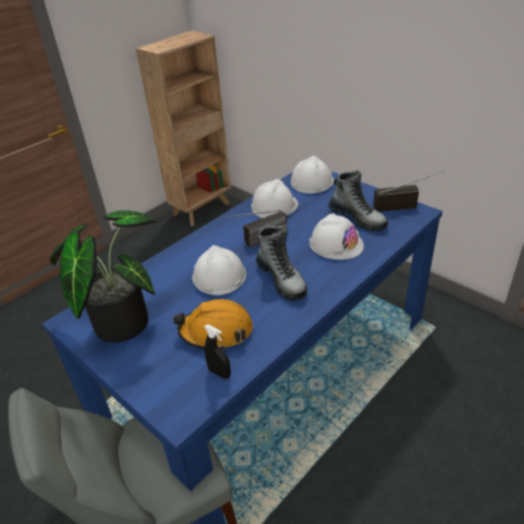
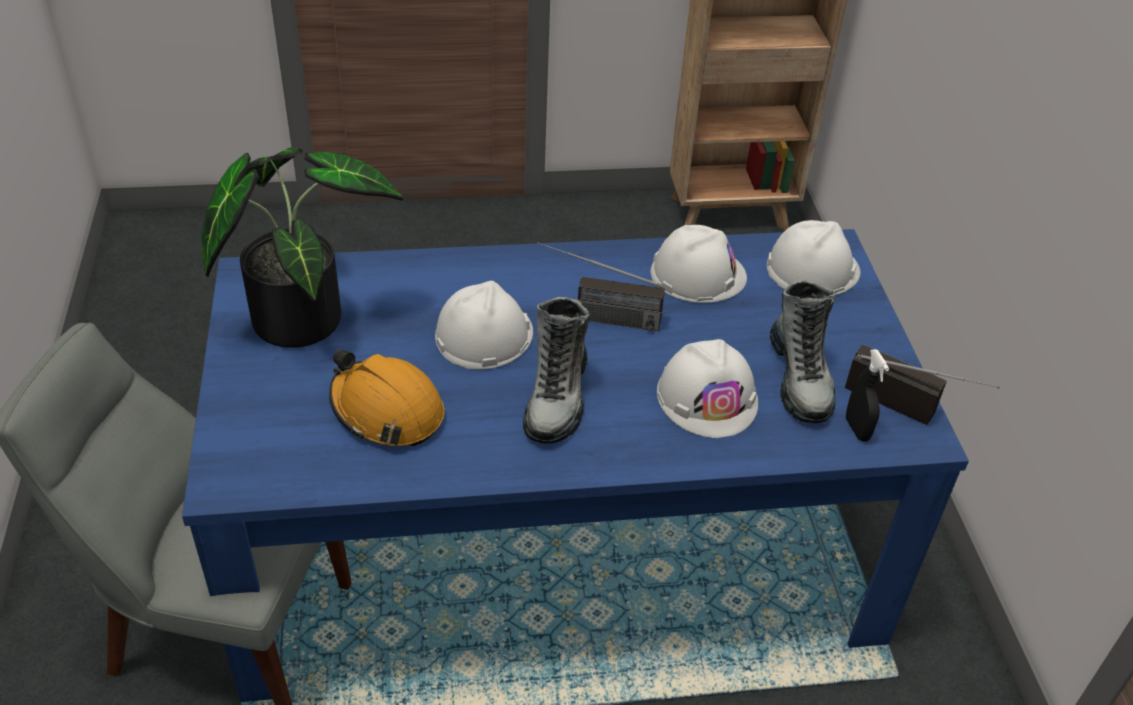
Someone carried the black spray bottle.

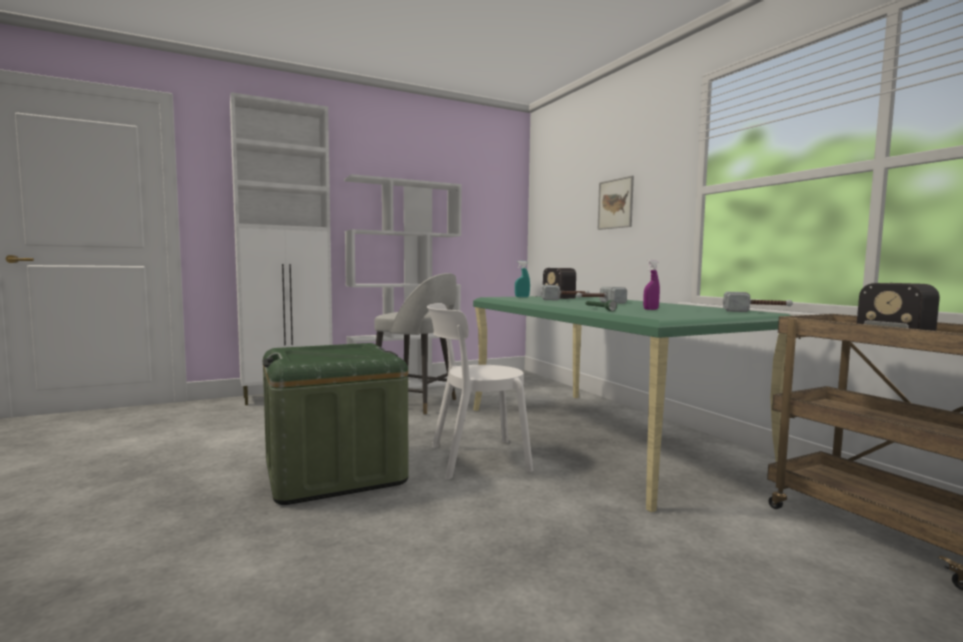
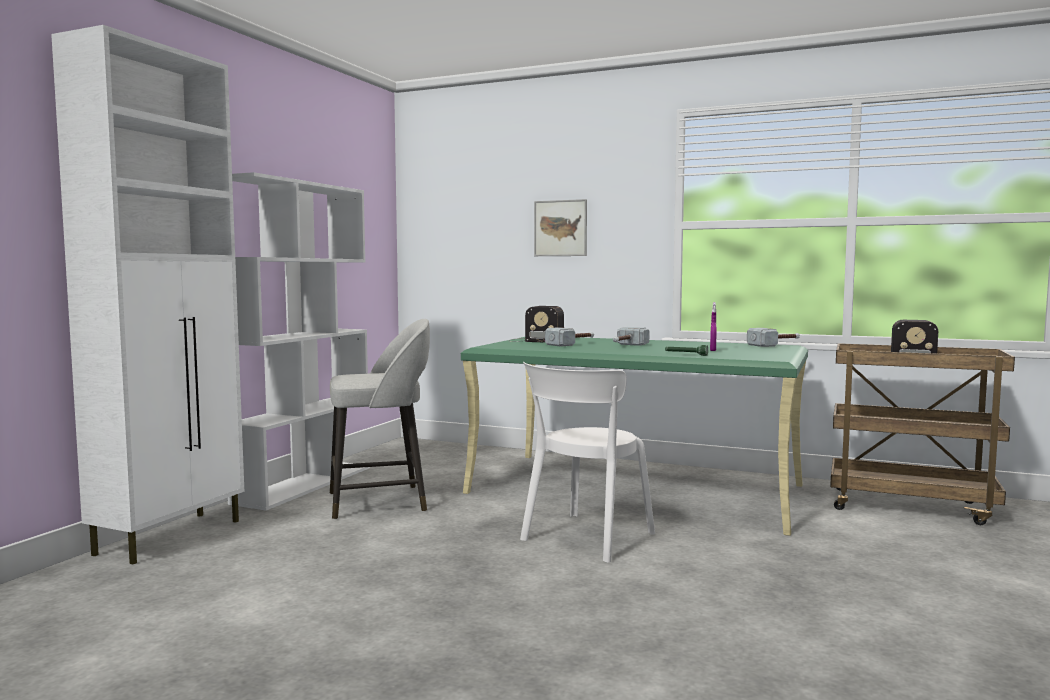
Someone took away the green storage box.
Someone took away the turquoise spray bottle.

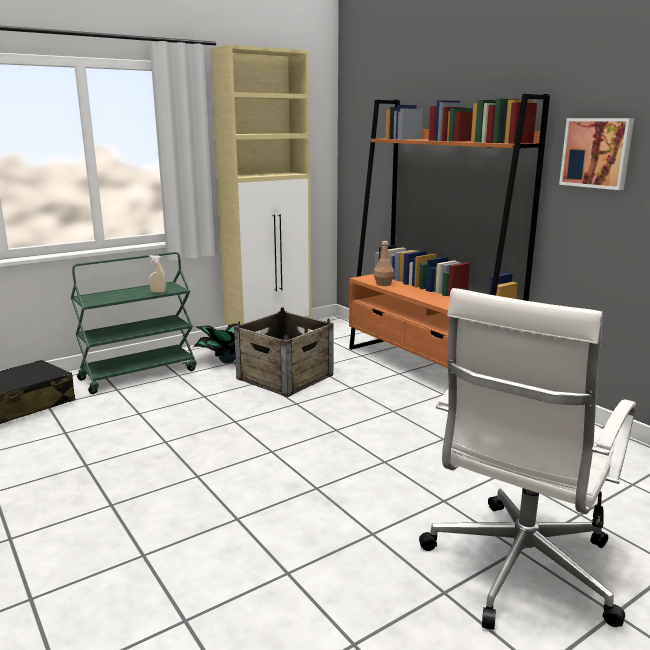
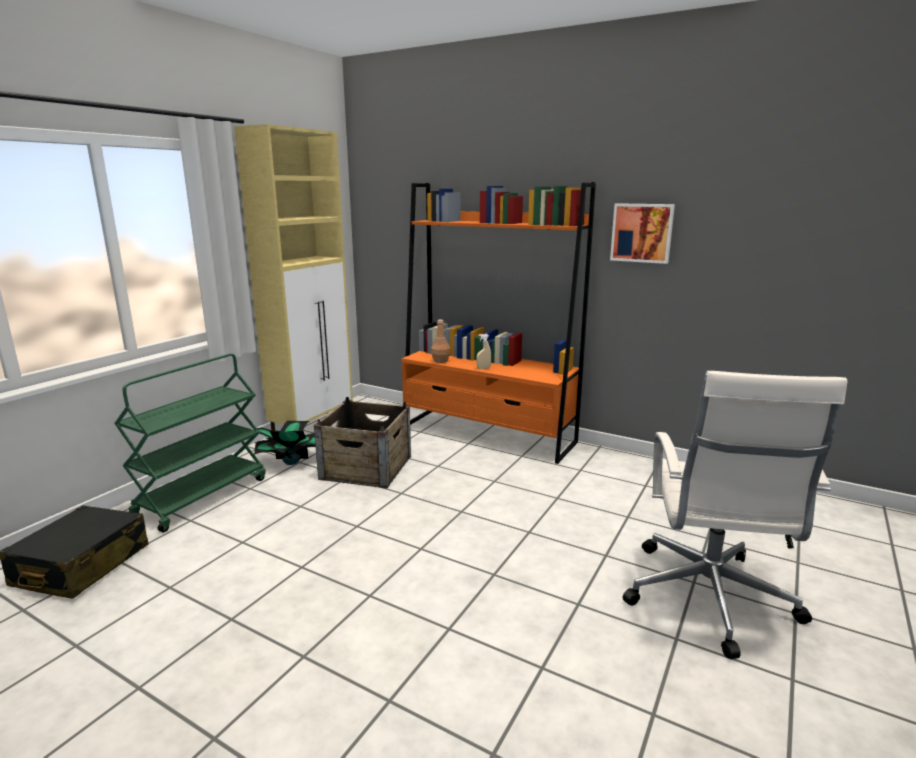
Someone carried the beige spray bottle.

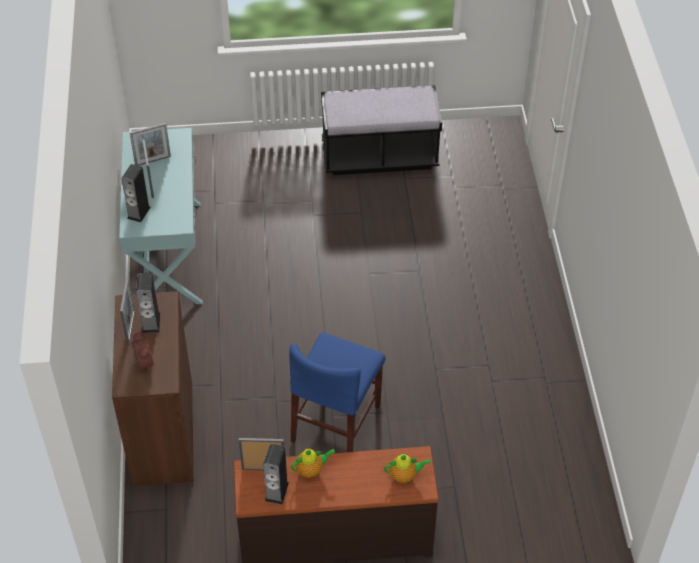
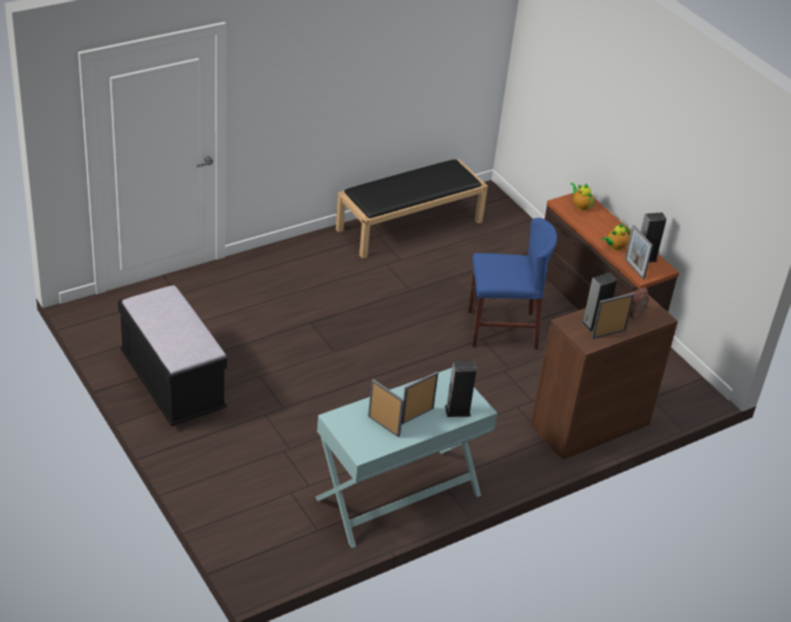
Someone rotated the teapot (no. 1 from left in the first image) by 75 degrees counterclockwise.
Someone put down the black bench (no. 2 from left).

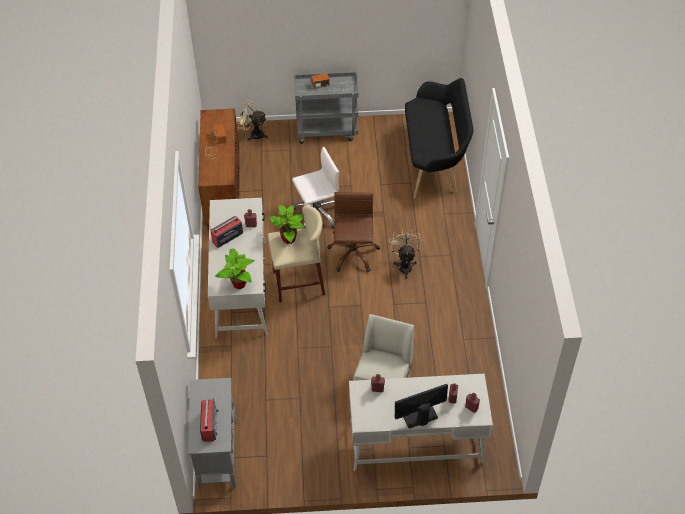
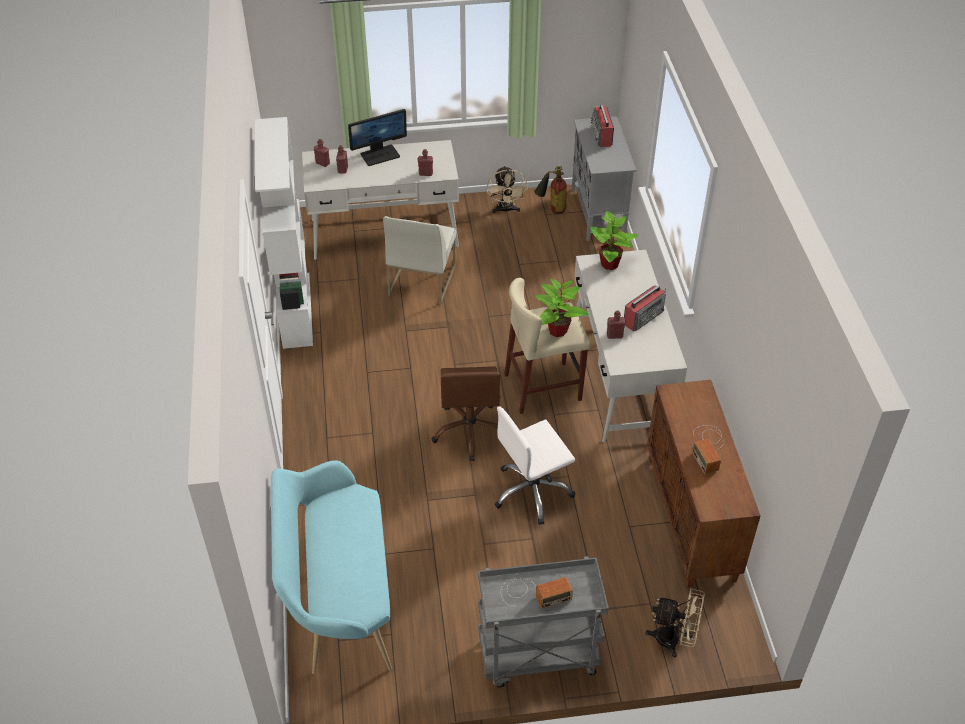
Someone carried the beige fan (no. 2 from left in the first image).
Someone repainted the black bench, which became the turquoise bench.
Someone put down the white bookcase.
Someone put down the fire extinguisher.

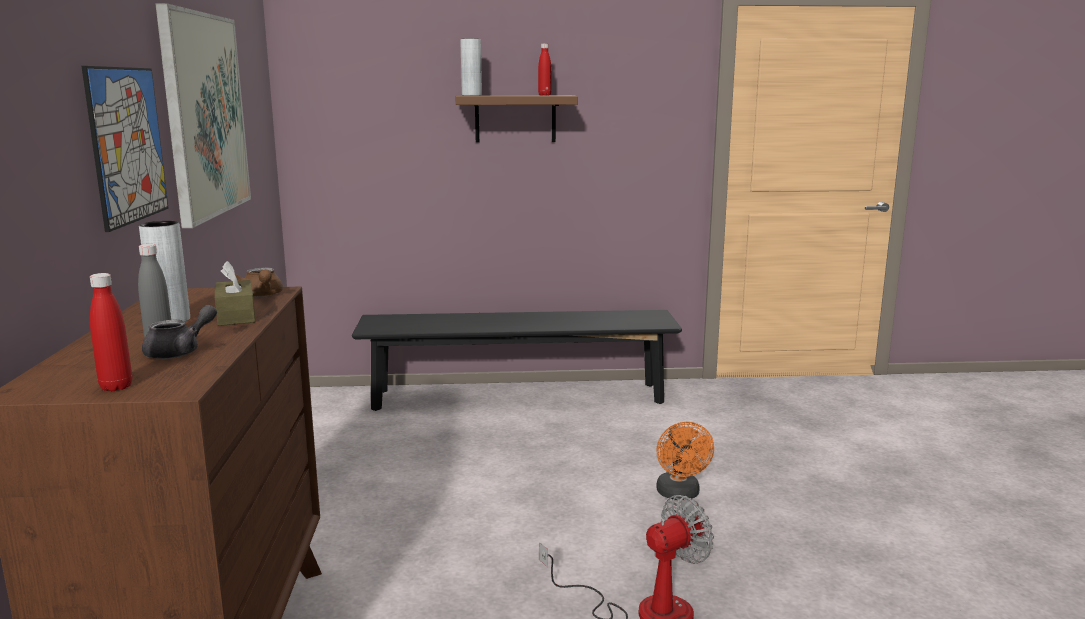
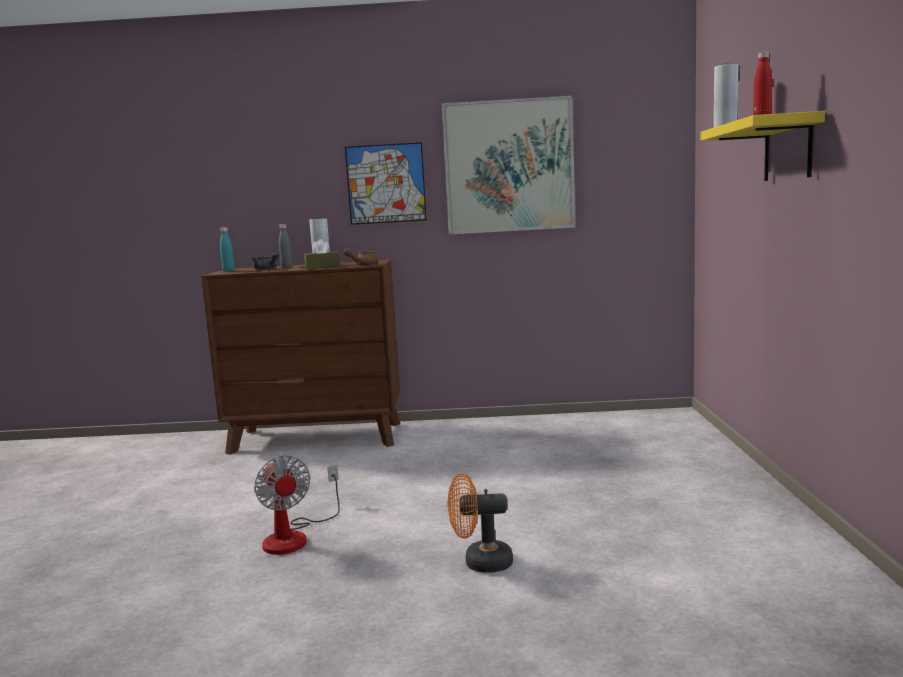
Someone repainted the red bottle (no. 1 from left), which became the turquoise bottle.
Someone took away the black bench.
Someone repainted the brown shelf, which became the yellow shelf.

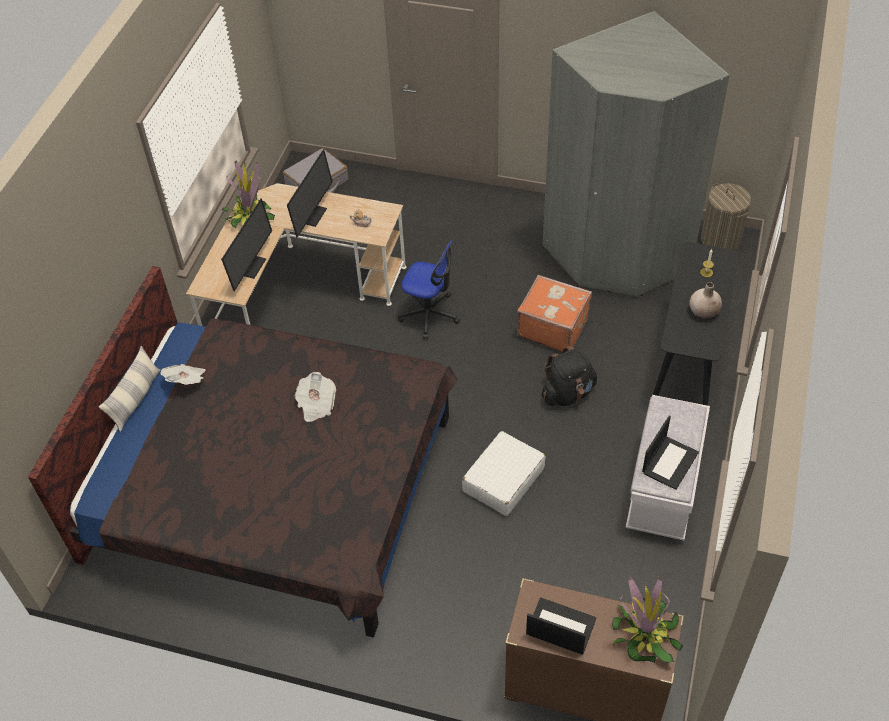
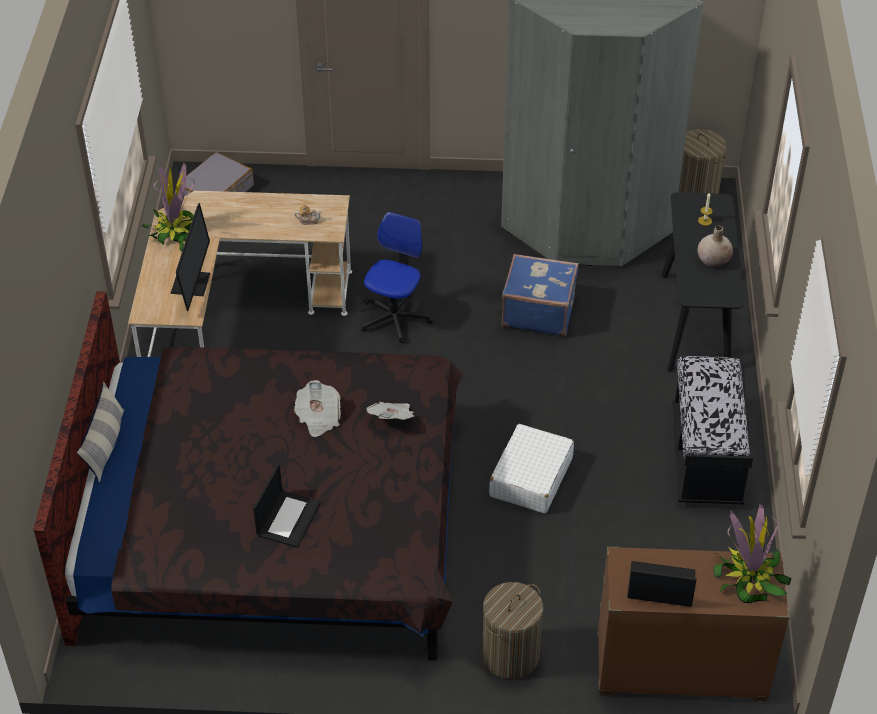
Someone carried the newspaper (no. 1 from left in the first image).
Someone took away the monitor (no. 2 from left).
Someone rotated the office chair by 75 degrees counterclockwise.
Someone repainted the orange suitcase, which became the blue suitcase.
Someone took away the black backpack.
Someone repainted the white bench, which became the black bench.
Someone carried the laptop (no. 2 from left in the first image).
Someone put down the laundry basket (no. 1 from left).

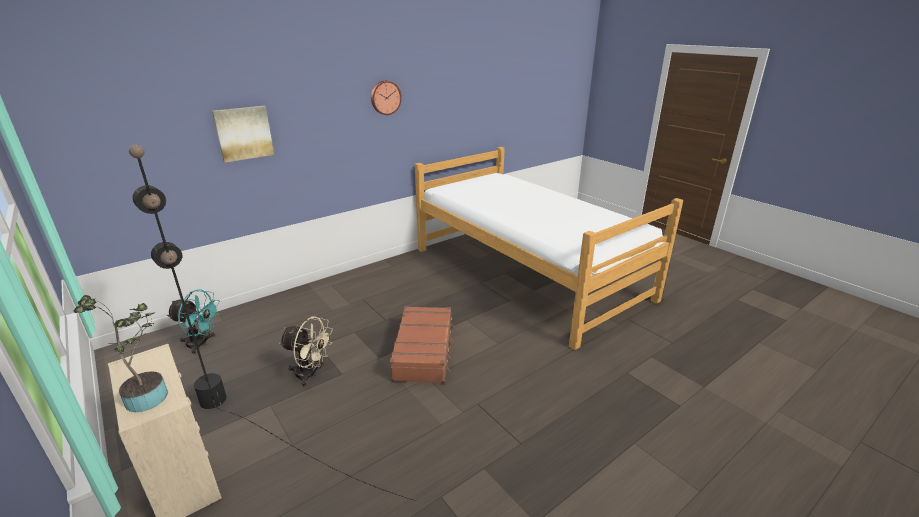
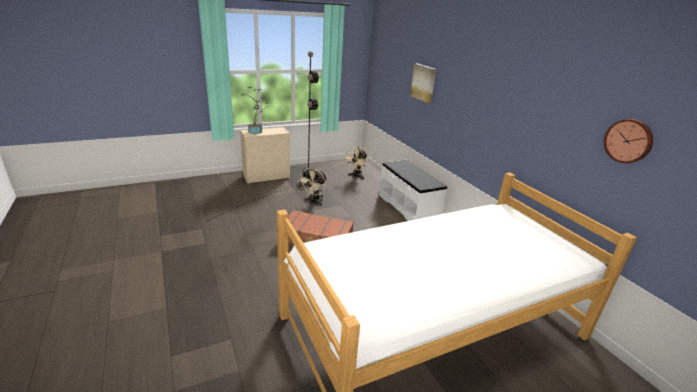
Someone repainted the turquoise fan, which became the beige fan (no. 2 from left).
Someone carried the wall clock.
Someone put down the white bench.

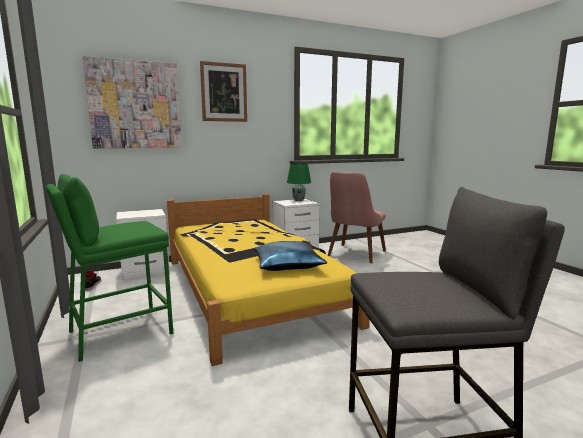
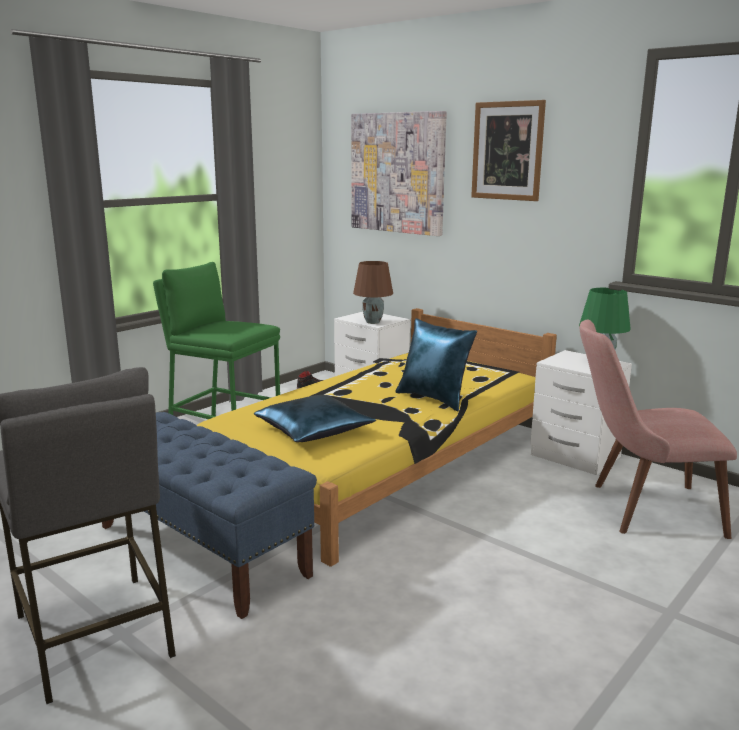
Someone put down the blue bench.
Someone put down the brown table lamp.
Someone put down the blue pillow (no. 2 from left).

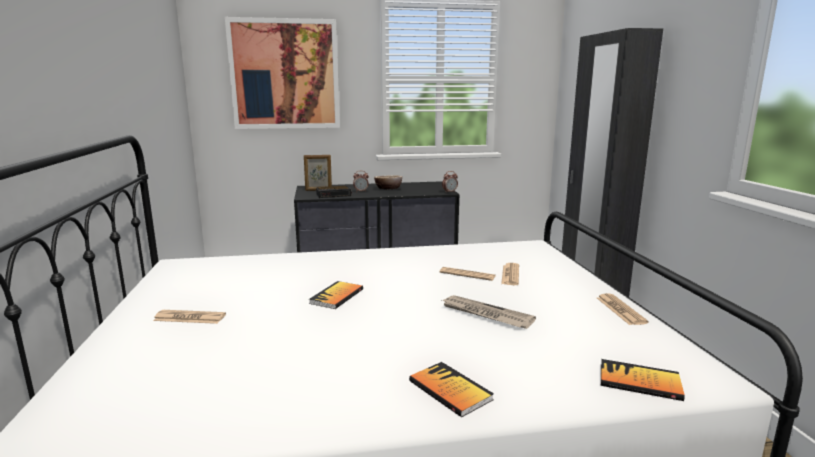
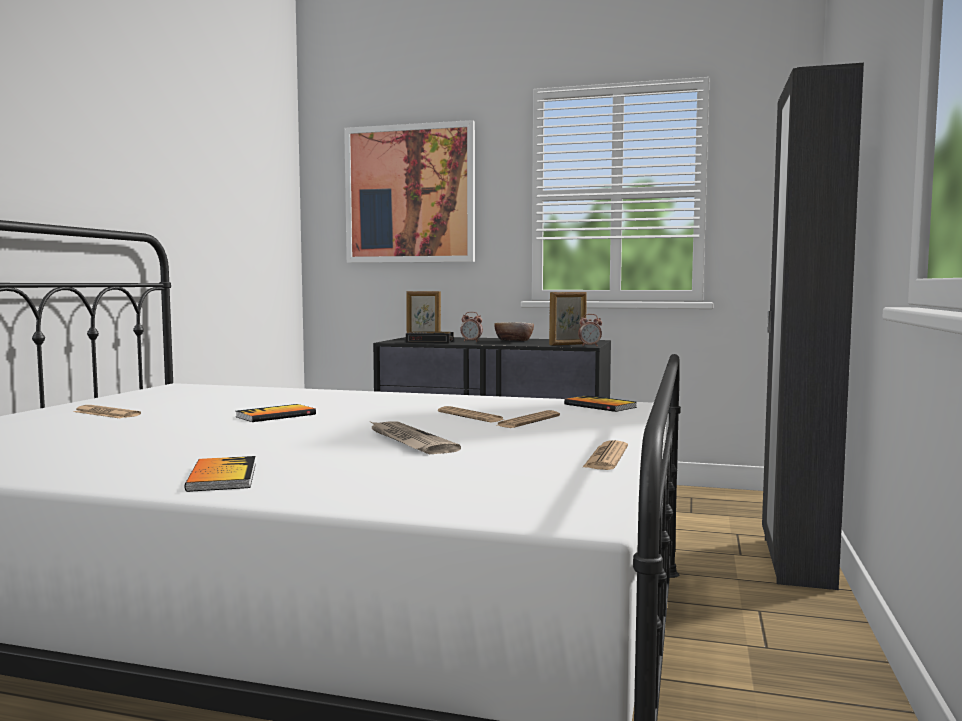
Someone carried the book (no. 3 from left).
Someone put down the picture frame (no. 2 from left).

